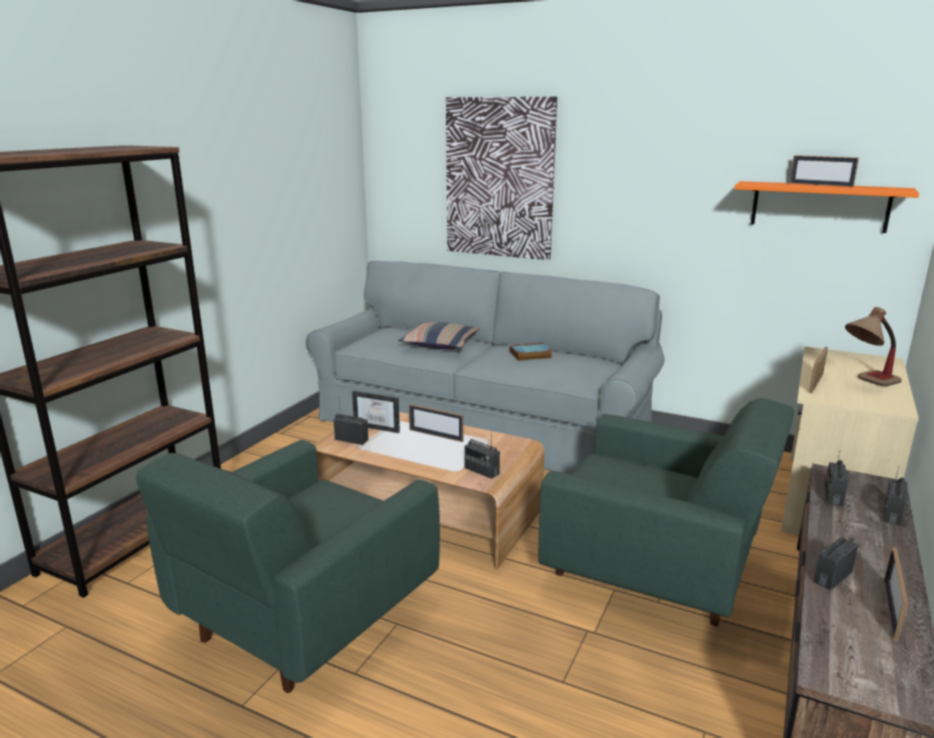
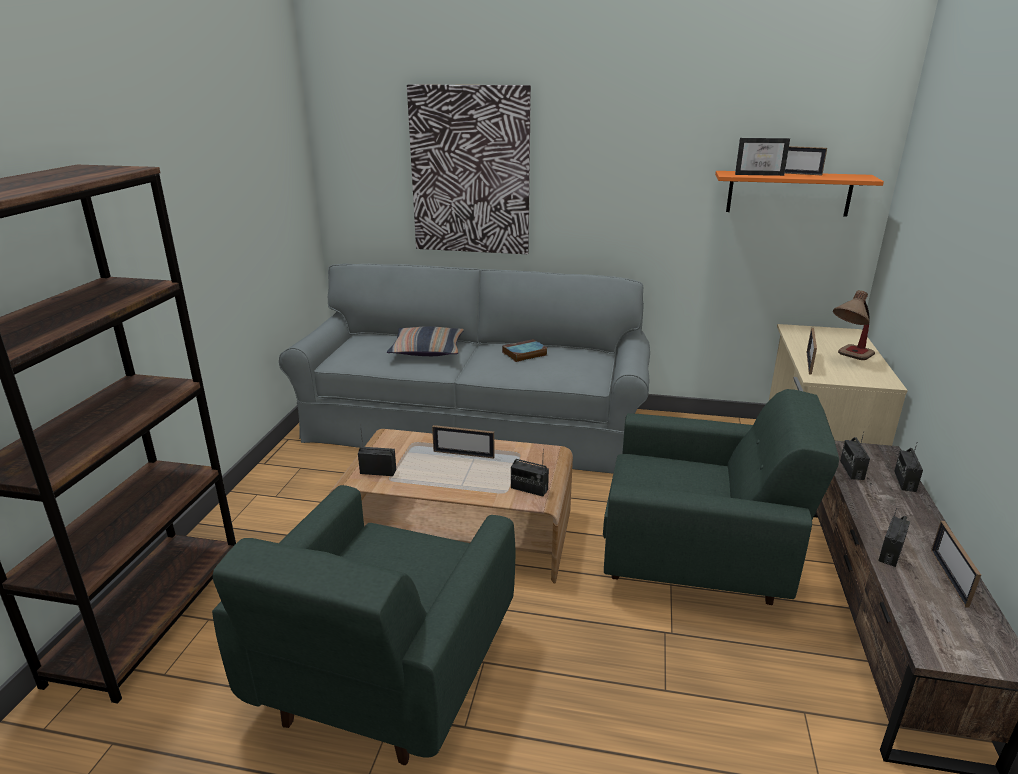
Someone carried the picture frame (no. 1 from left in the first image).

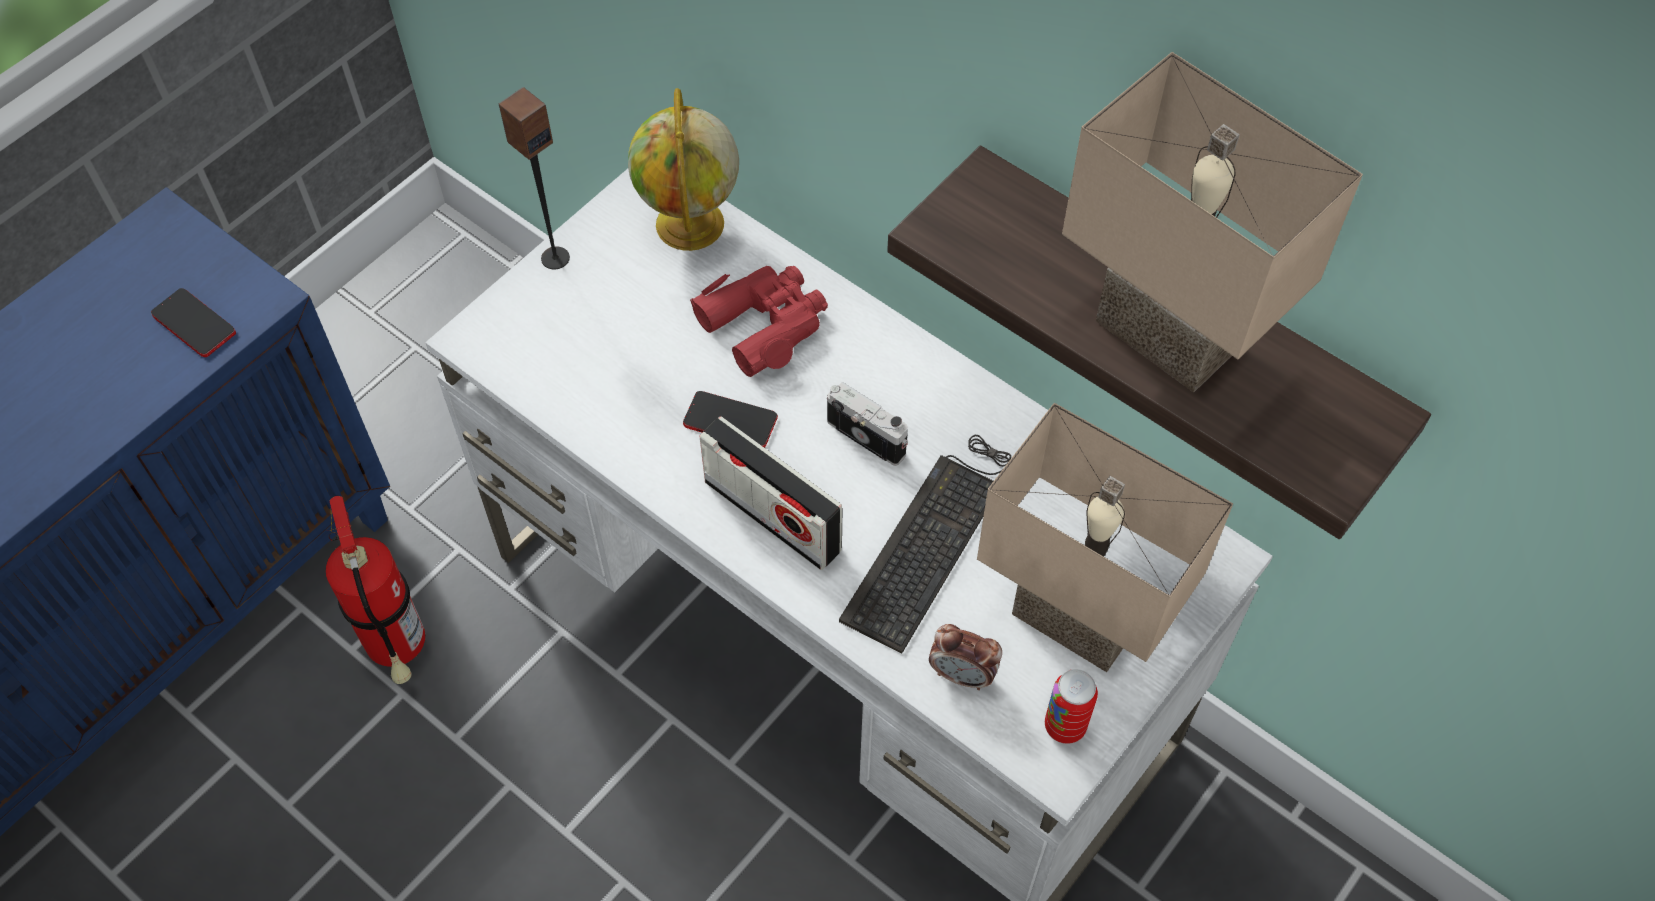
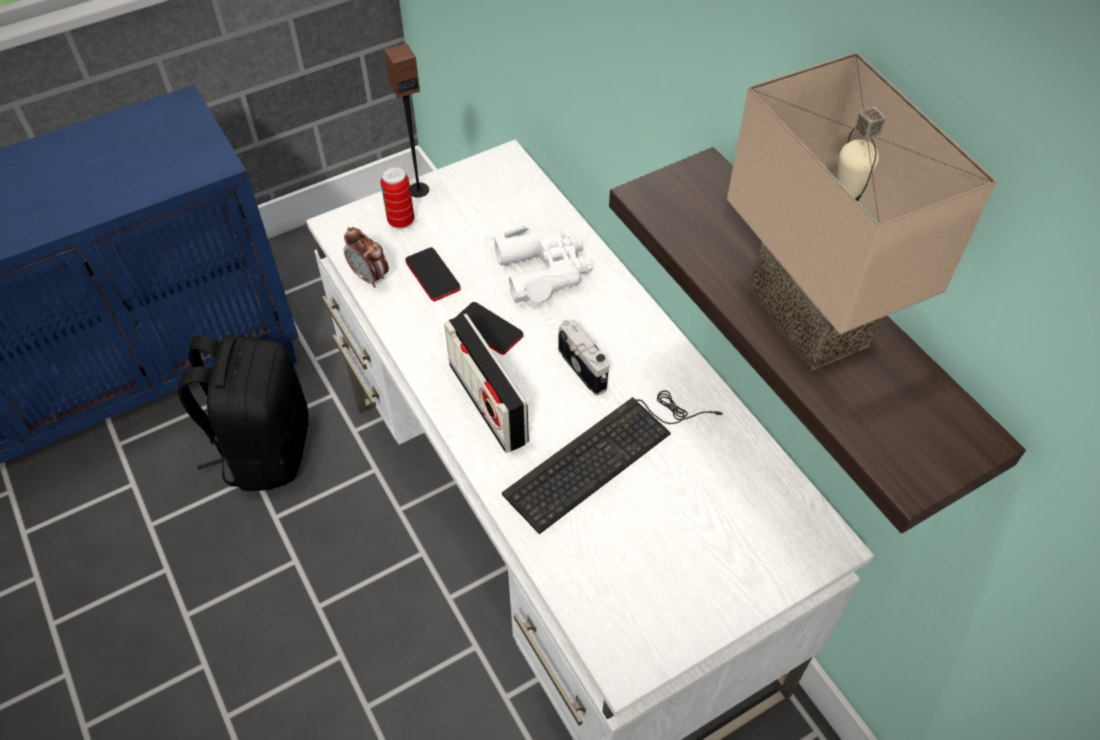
Someone carried the phone (no. 1 from left).
Someone swapped the fire extinguisher for the black backpack.
Someone took away the globe.
Someone repainted the red binoculars, which became the white binoculars.
Someone carried the alarm clock.
Someone took away the beige table lamp (no. 1 from left).
Someone carried the can.

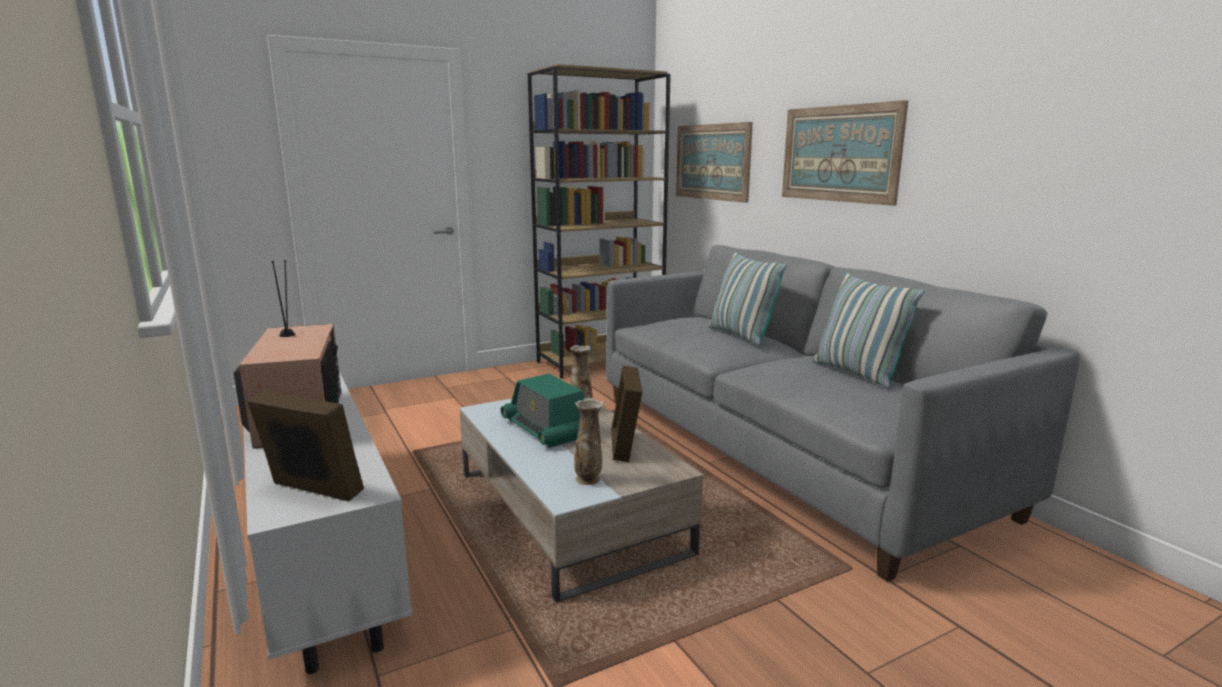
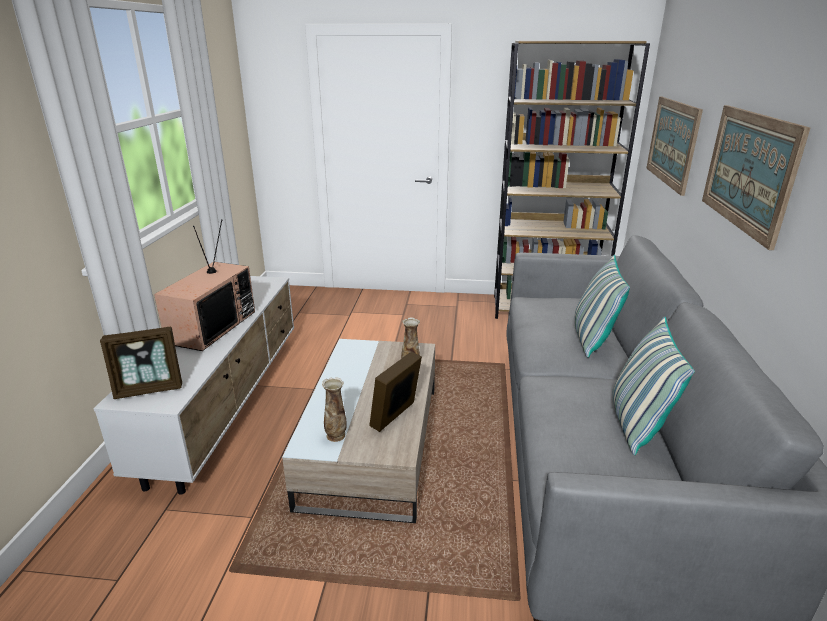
Someone rotated the picture frame (no. 1 from left) by 105 degrees clockwise.
Someone took away the radio.

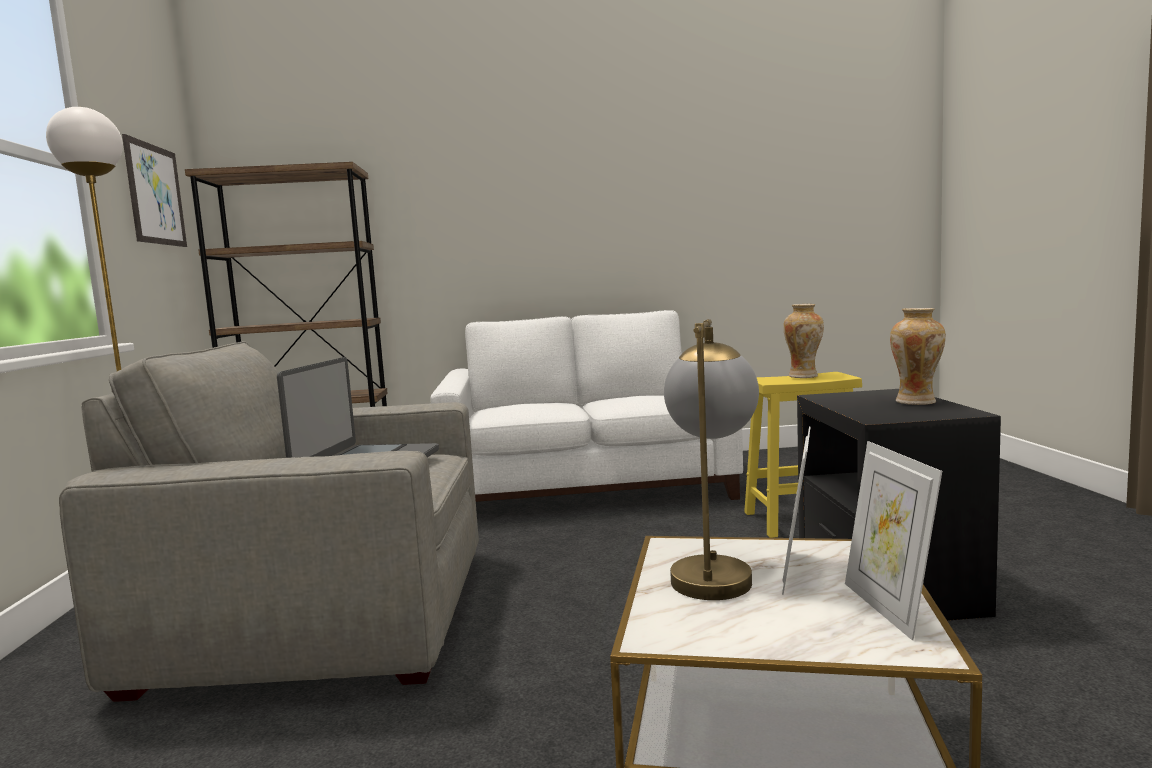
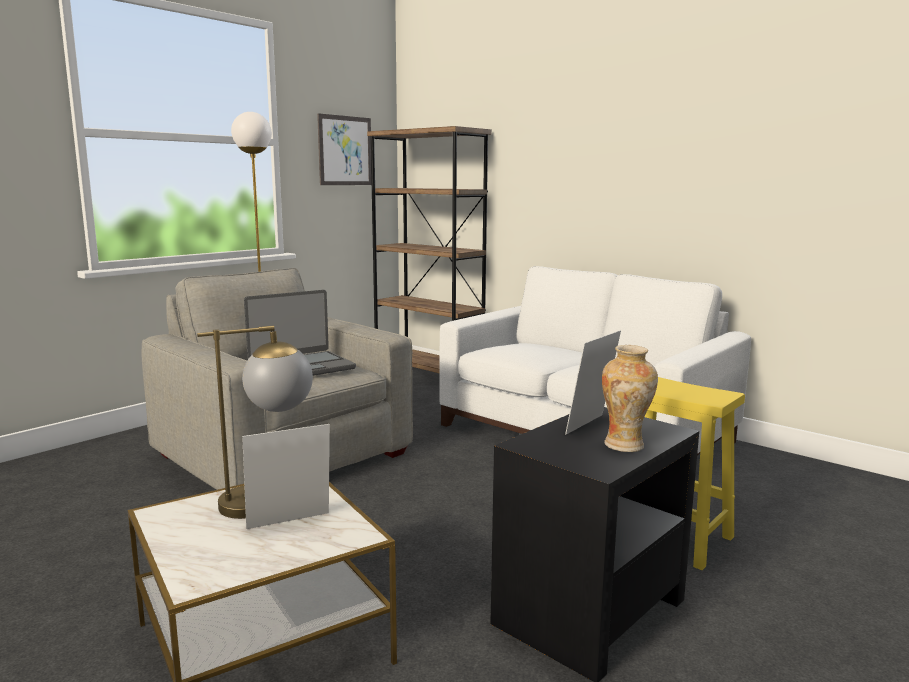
Someone took away the vase (no. 1 from left).
Someone carried the picture frame (no. 2 from left).

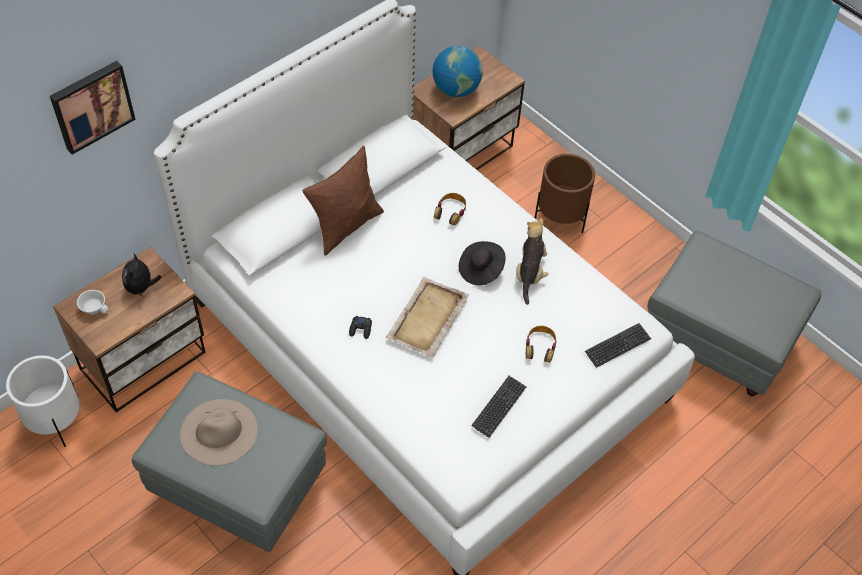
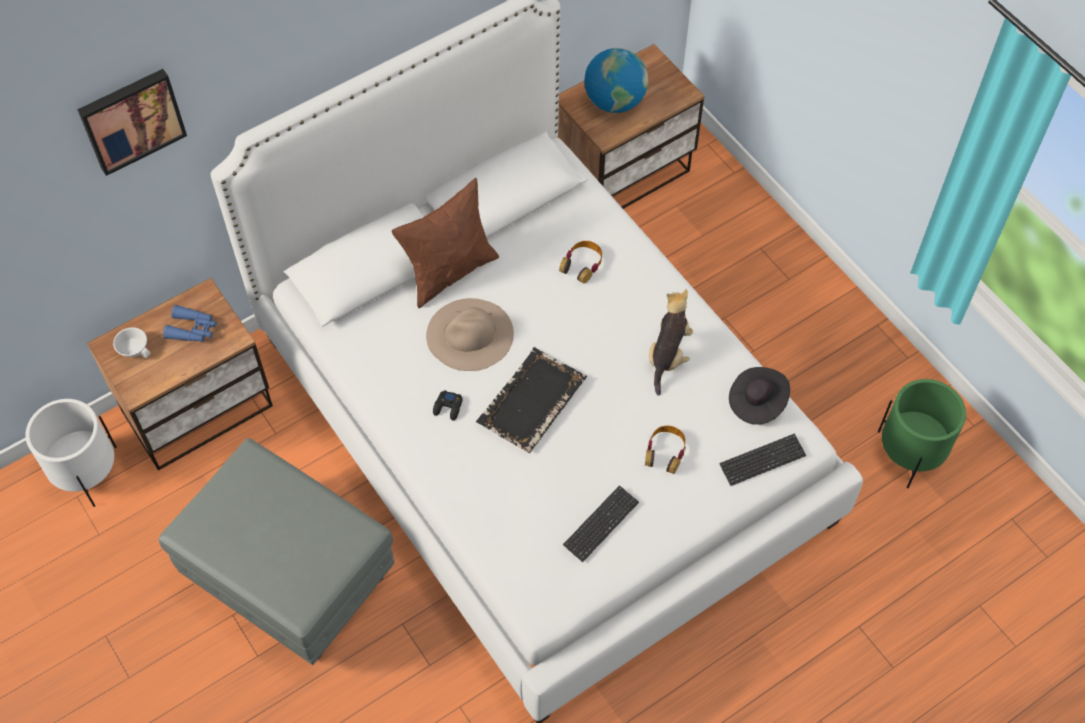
Someone swapped the plush toy (no. 1 from left) for the blue binoculars.
Someone carried the beige hat.
Someone repainted the beige tray, which became the black tray.
Someone carried the black hat.
Someone took away the brown planter.
Someone swapped the grey ottoman (no. 2 from left) for the green planter.

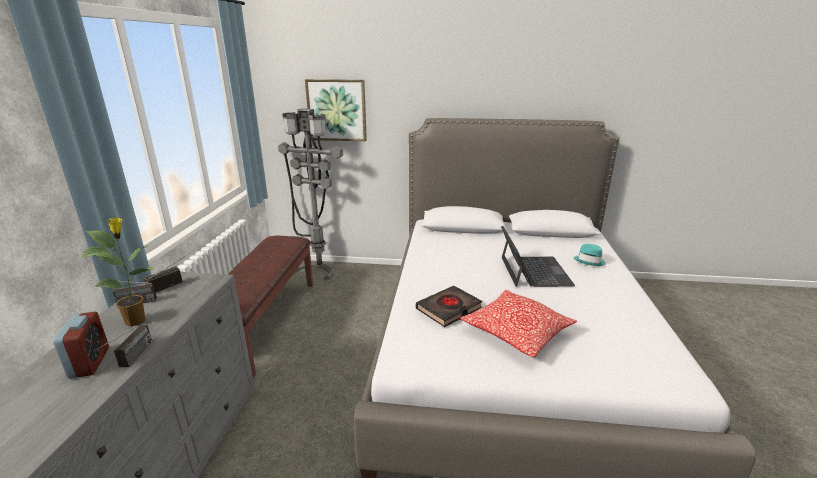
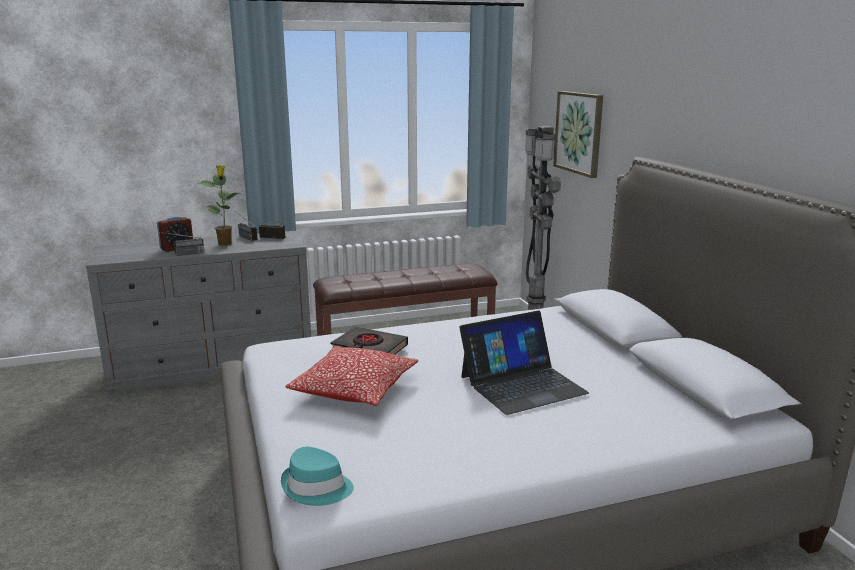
Someone carried the turquoise hat.

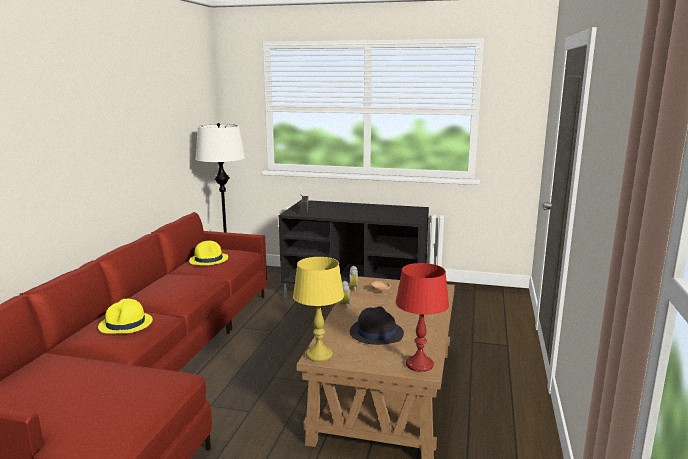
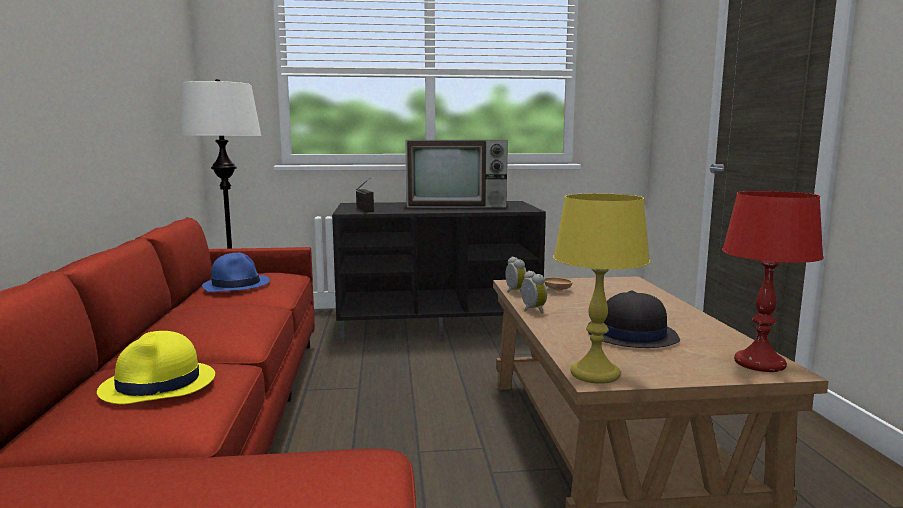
Someone repainted the yellow hat (no. 2 from left), which became the blue hat.
Someone put down the television.

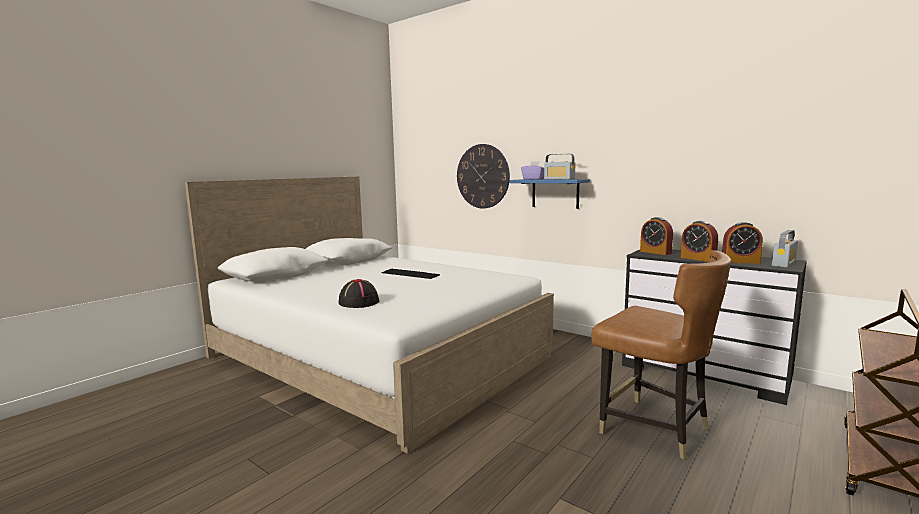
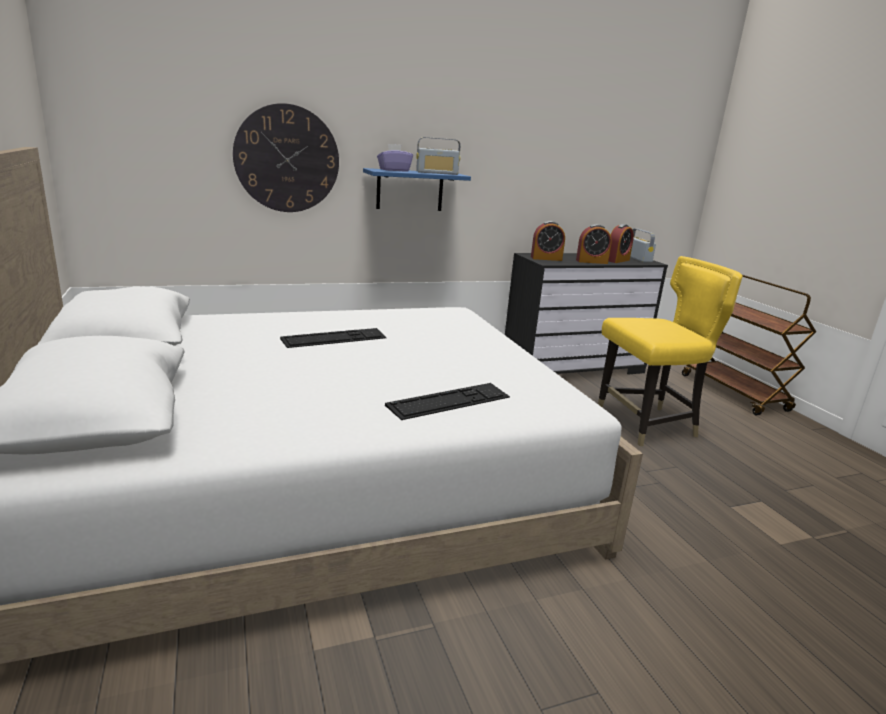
Someone swapped the black hat for the keyboard (no. 2 from left).
Someone repainted the brown chair, which became the yellow chair.

